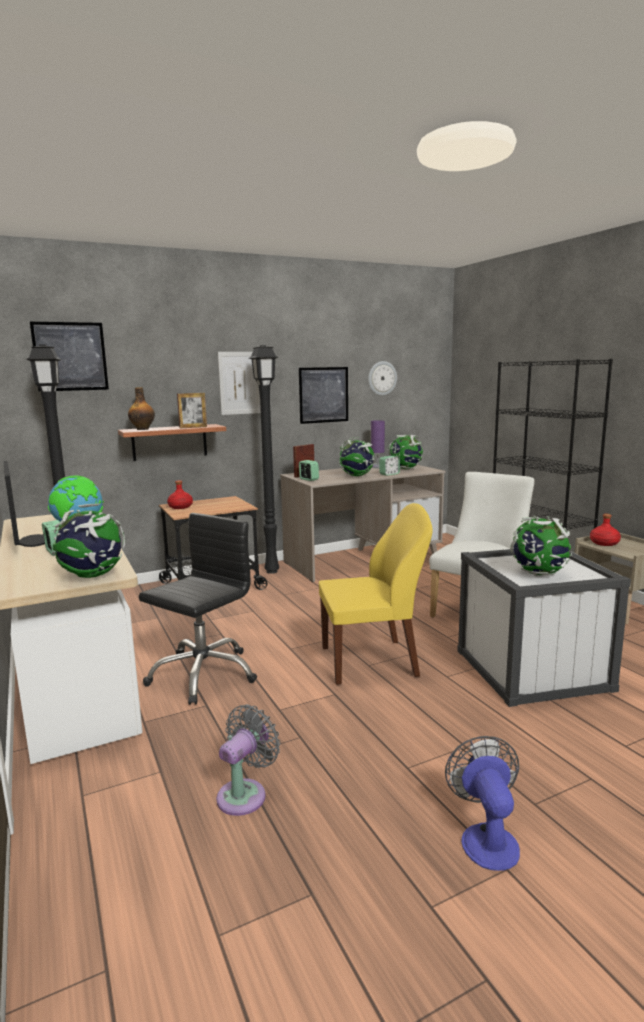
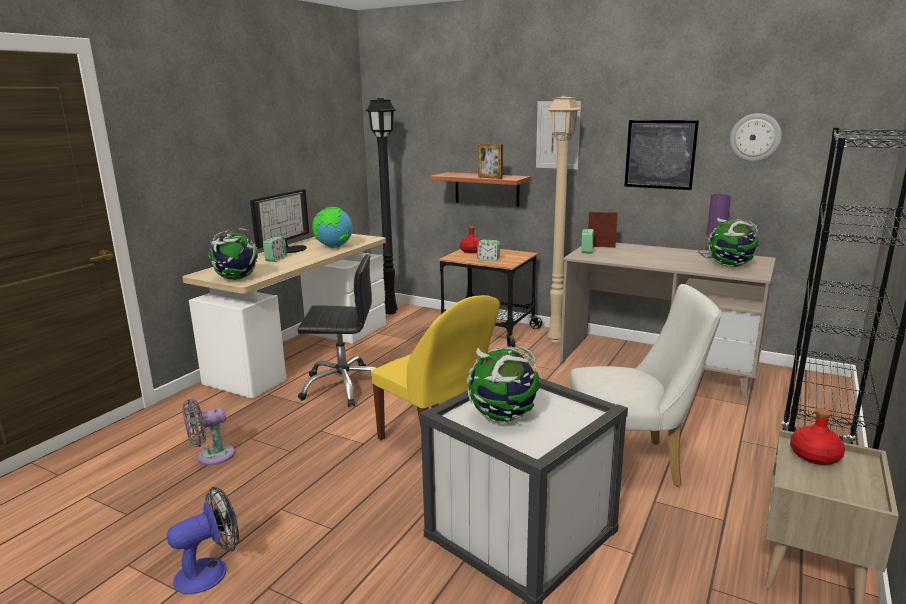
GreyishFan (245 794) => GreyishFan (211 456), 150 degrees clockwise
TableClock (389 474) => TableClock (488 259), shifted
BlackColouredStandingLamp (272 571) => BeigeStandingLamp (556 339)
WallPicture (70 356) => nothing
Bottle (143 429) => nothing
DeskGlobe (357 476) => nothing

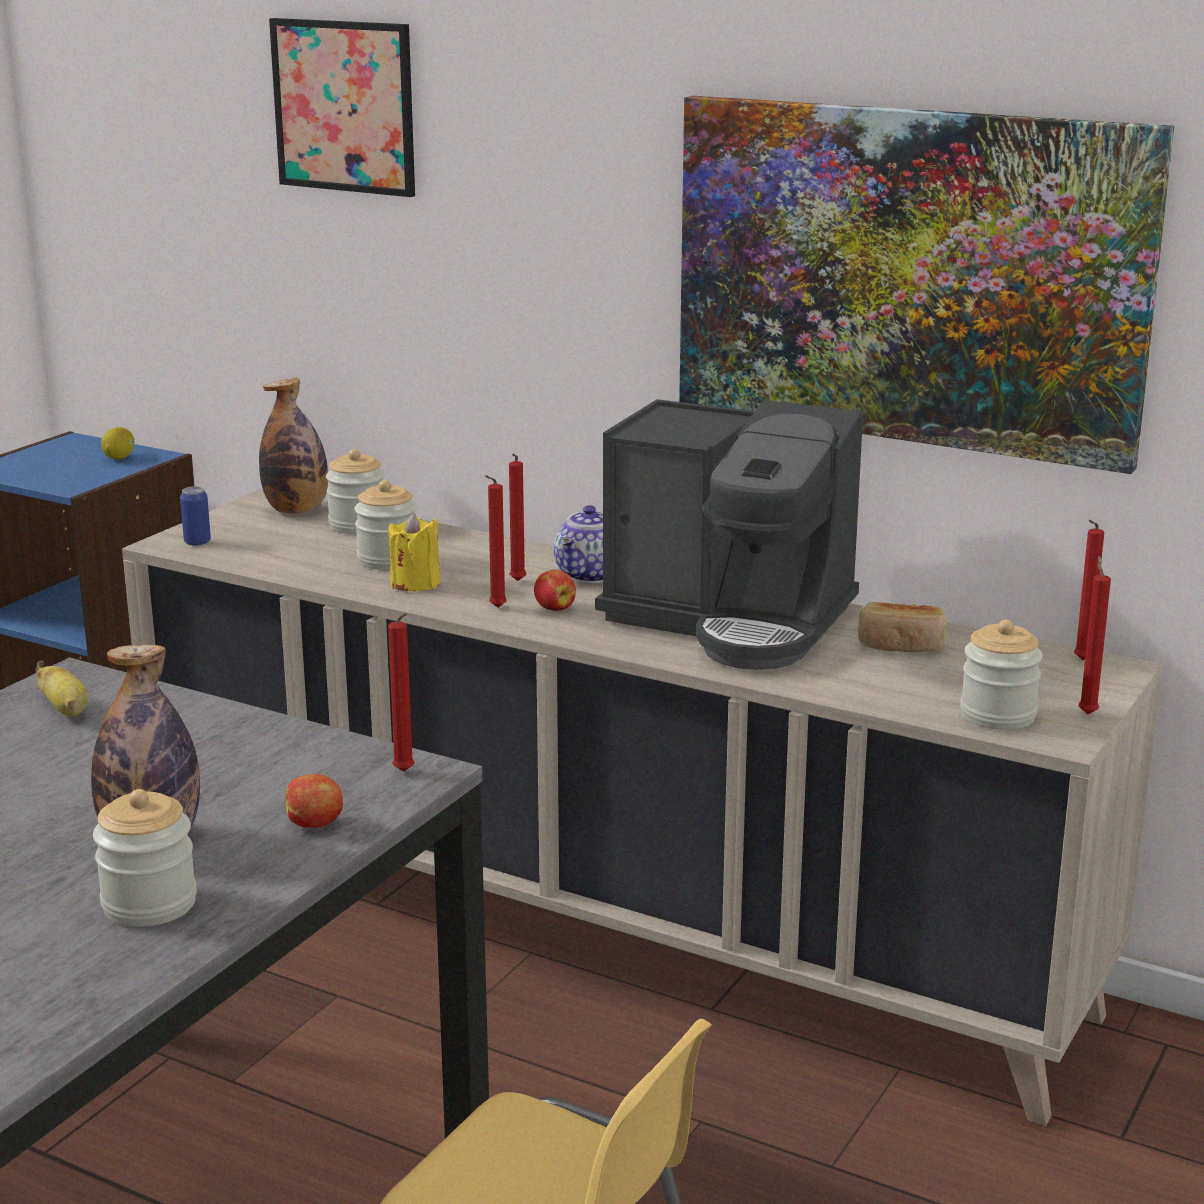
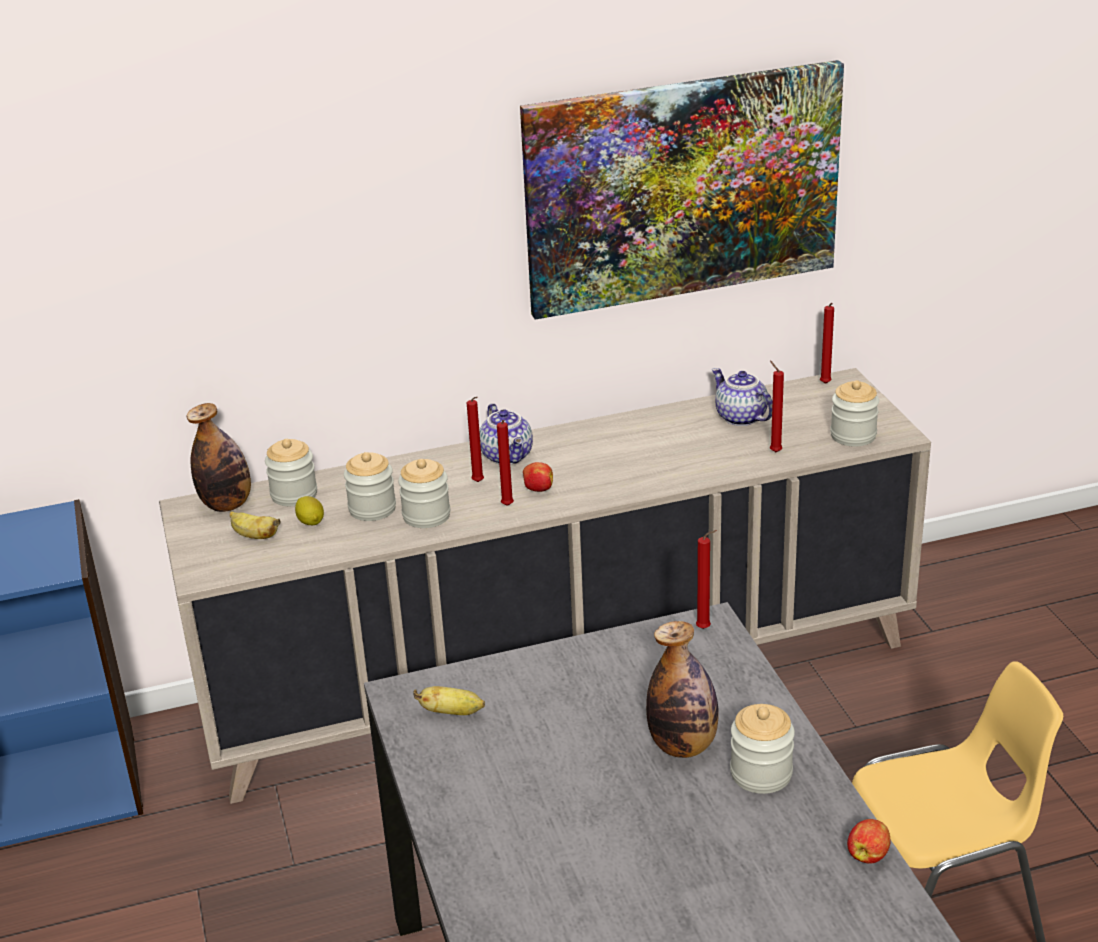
nothing => Banana (254 536)
Lemon (120 457) => Lemon (311 522), shifted
YellowColouredWaxCandle (415 583) => Jar (426 516)
BakedBread (901 645) => PotForTea (739 417)
ReddishWaxCandle (1087 713) => ReddishWaxCandle (774 451), shifted
Apple (315 824) => Apple (868 855), shifted
SealedCan (197 542) => nothing
WallPicture (344 106) => nothing
CoffeeMachine (731 621) => nothing

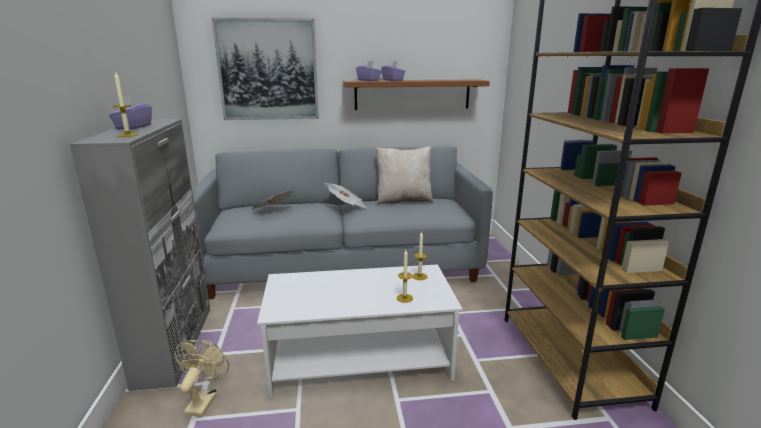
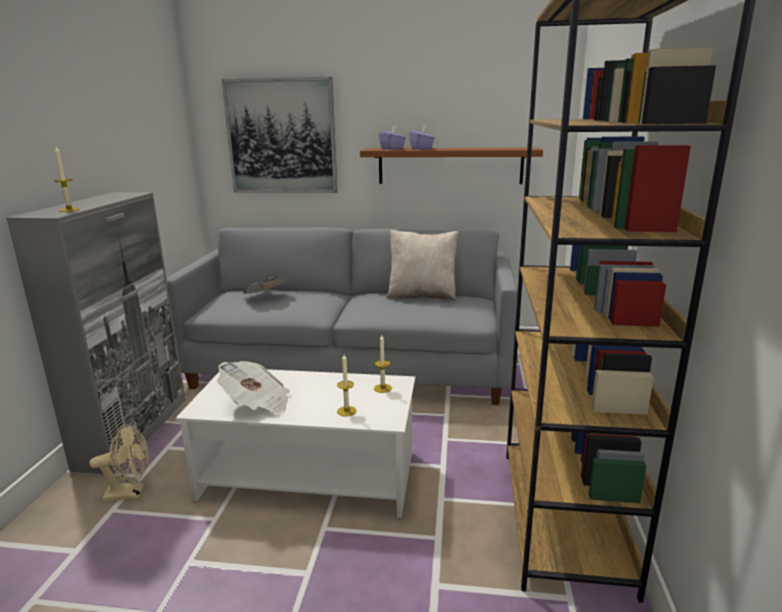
BeigeFan (203 400) => BeigeFan (130 493), 60 degrees clockwise
PrintedPaper (347 206) => PrintedPaper (257 404), shifted
PurplishBoxOfTissues (133 127) => nothing

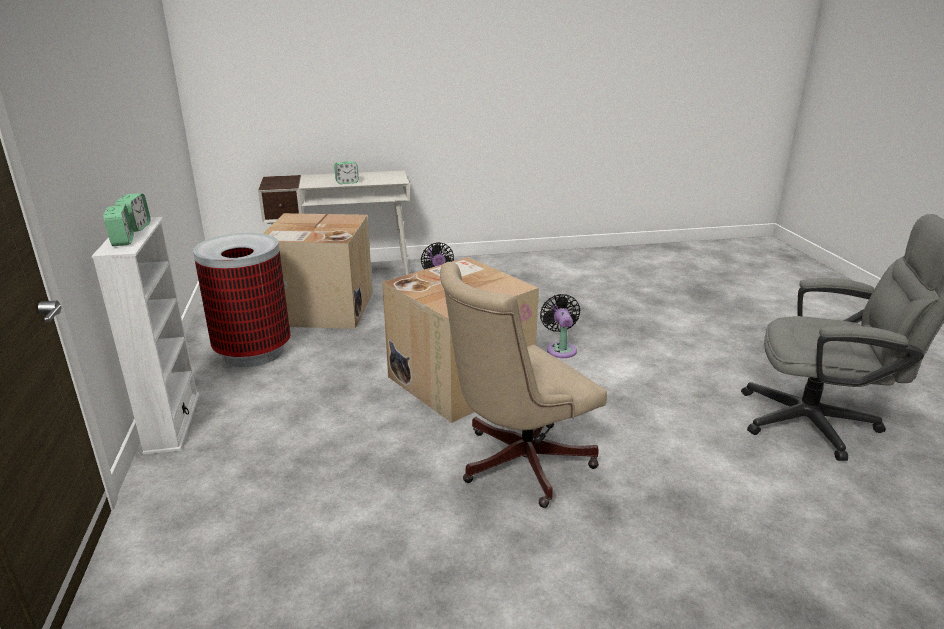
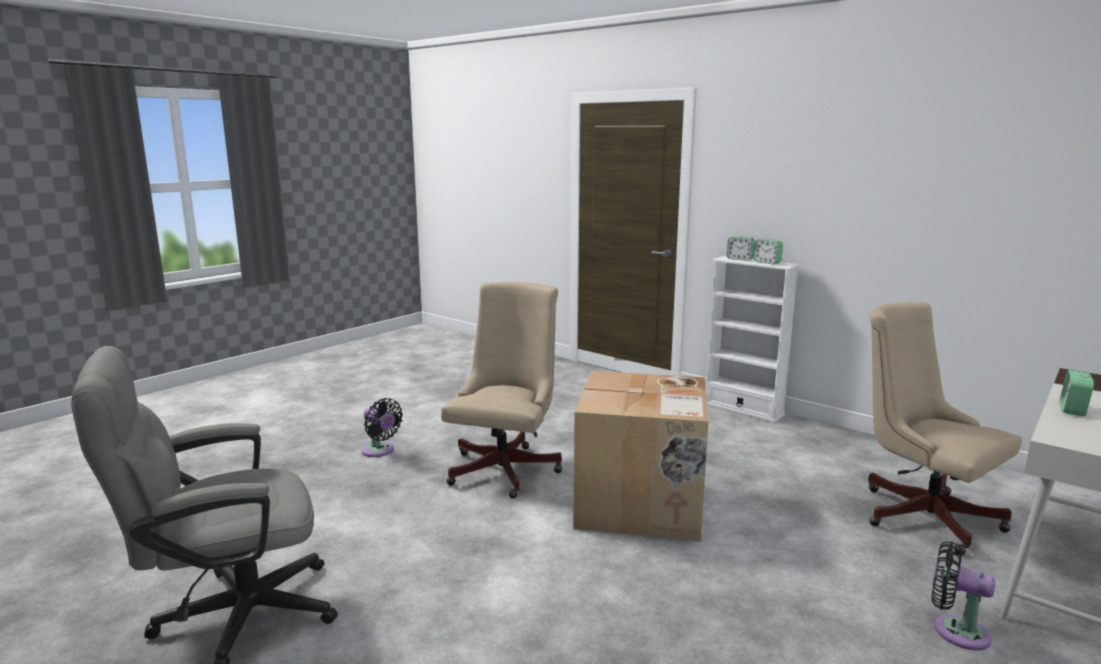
BlackColouredFan (560 349) => BlackColouredFan (380 451), shifted
Carton (320 309) => BeigeOfficeChair (920 513)
RubbishBin (253 352) => nothing

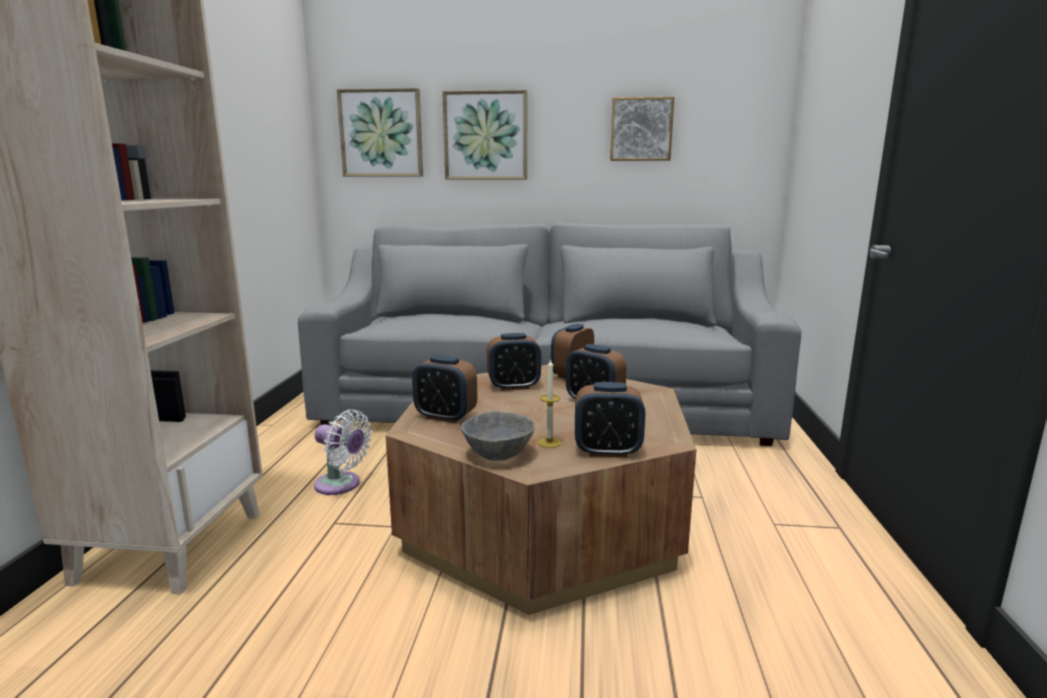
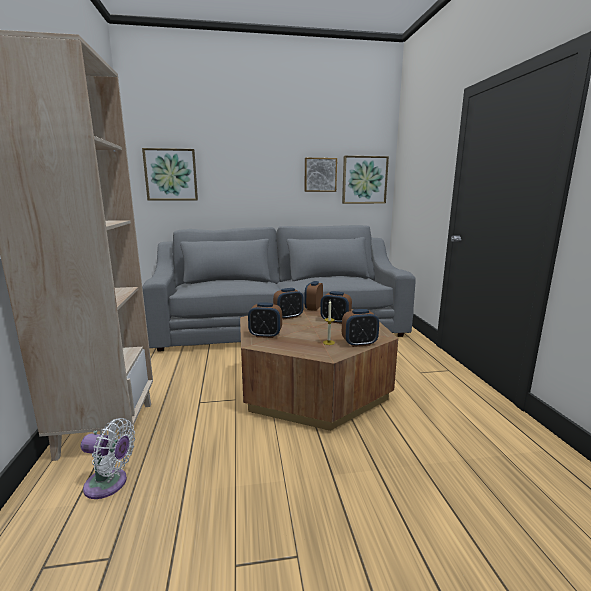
WhiteFan (341 485) => WhiteFan (109 484), shifted
WallPicture (486 136) => WallPicture (364 180), shifted
GreyishBowl (498 455) => nothing

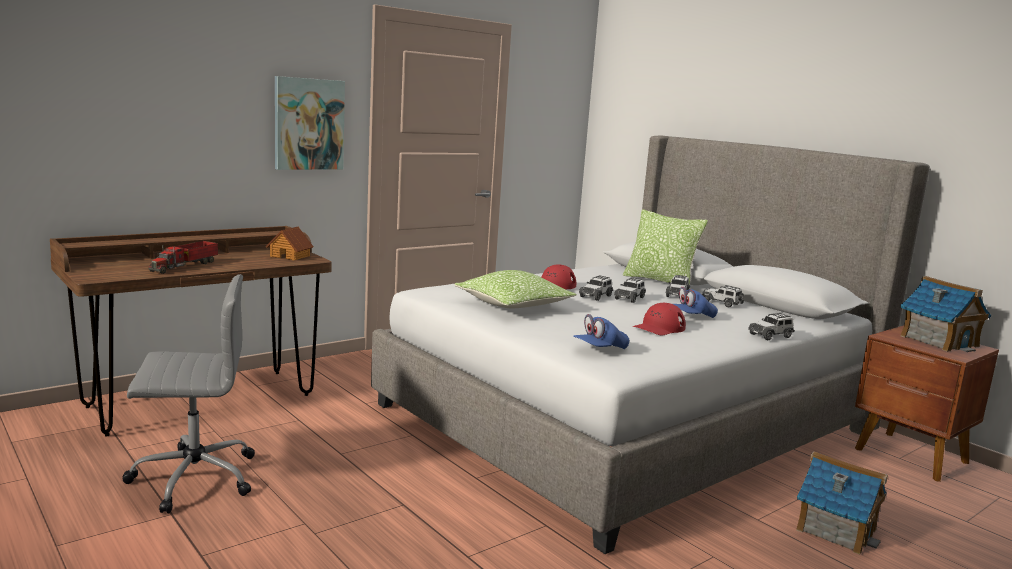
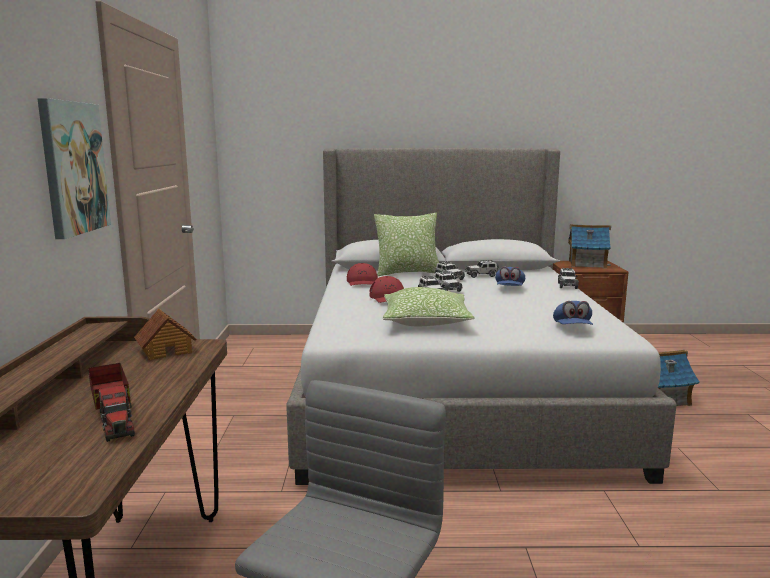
ReddishCap (659 328) => ReddishCap (362 282), shifted

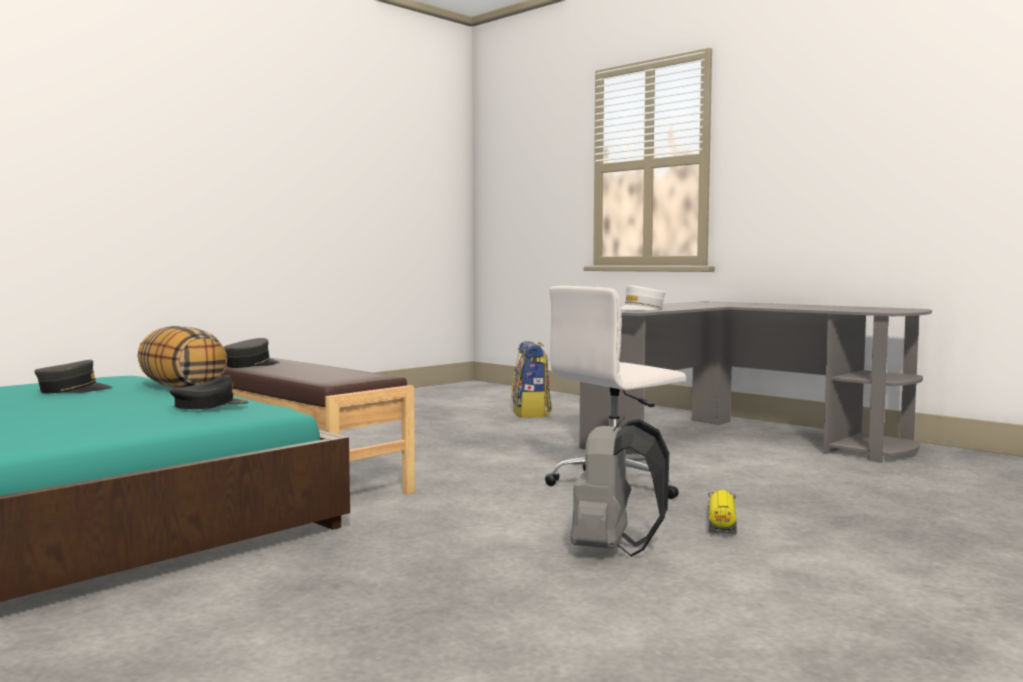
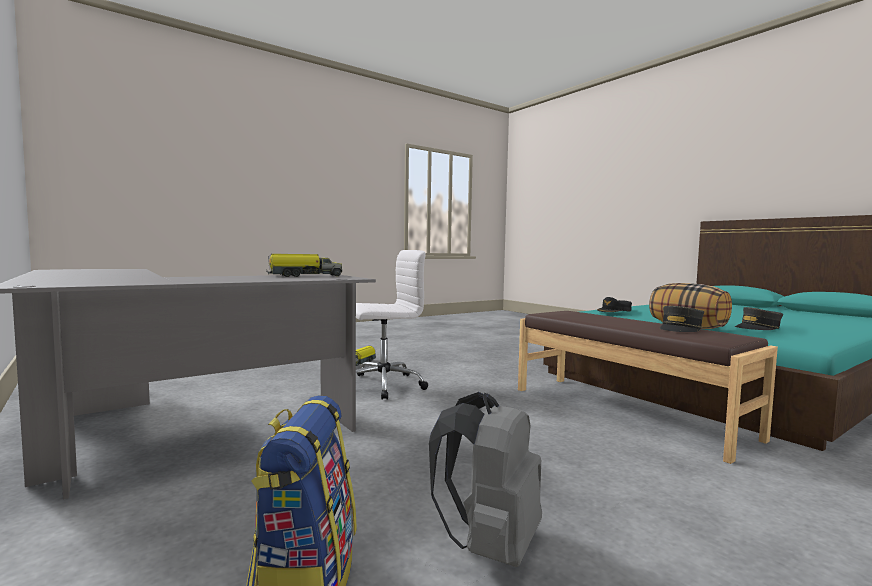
WhiteCap (641 309) => ModelTruck (304 276)
GreyishBackpack (613 550) => GreyishBackpack (490 545), shifted

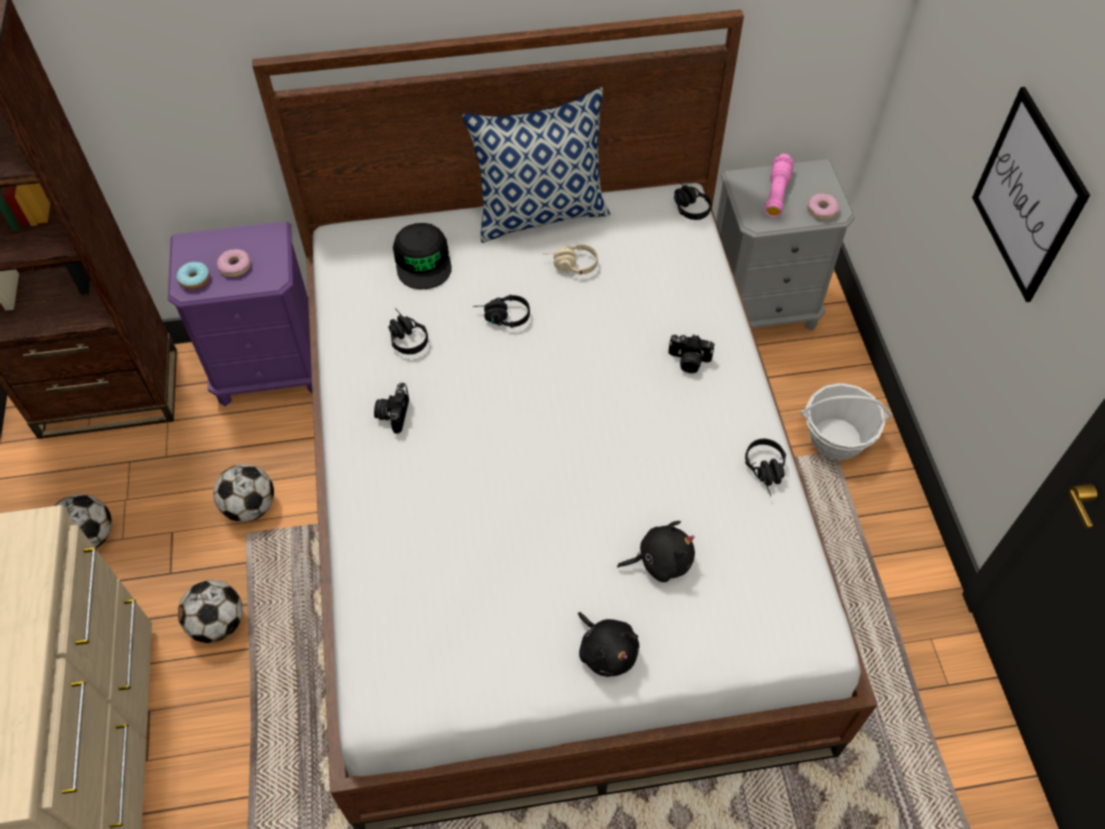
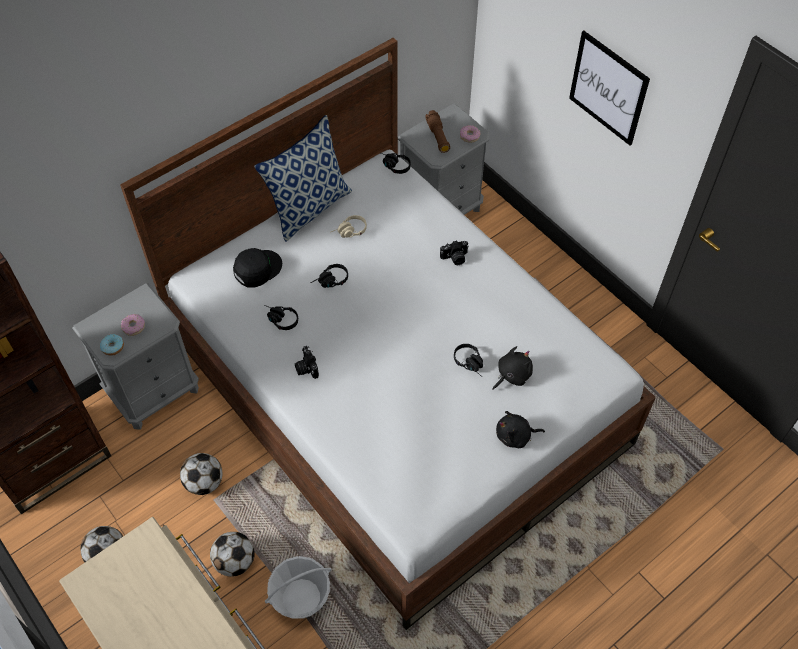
PurplishNightstand (270 370) => GreyishNightstand (155 391)
BlackColouredCap (423 261) => BlackColouredCap (257 269), 90 degrees counterclockwise
HouseholdBasket (836 439) => HouseholdBasket (301 598), shifted
PinkishFlashlight (776 193) => BrownishFlashlight (438 136)
BlackColouredPairOfHeadphones (767 473) => BlackColouredPairOfHeadphones (471 364), shifted
BlackColouredSoftToy (606 651) => BlackColouredSoftToy (515 436), 150 degrees clockwise

